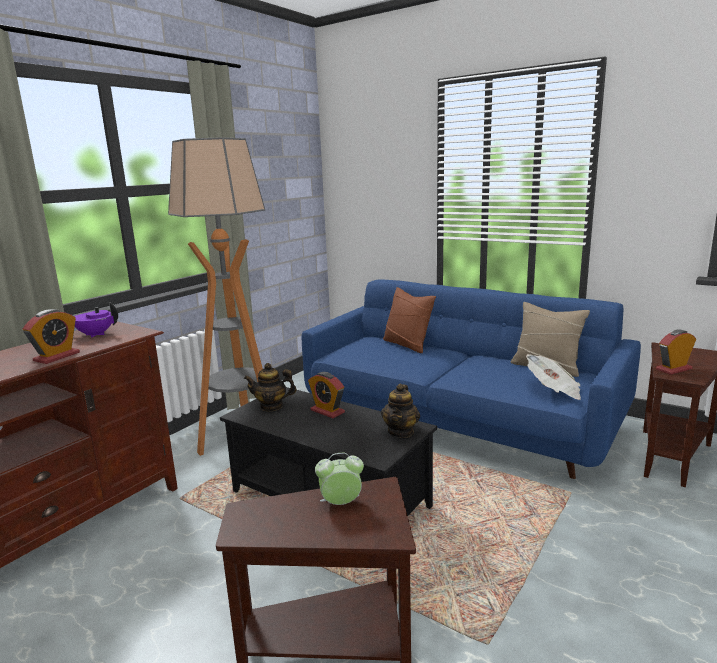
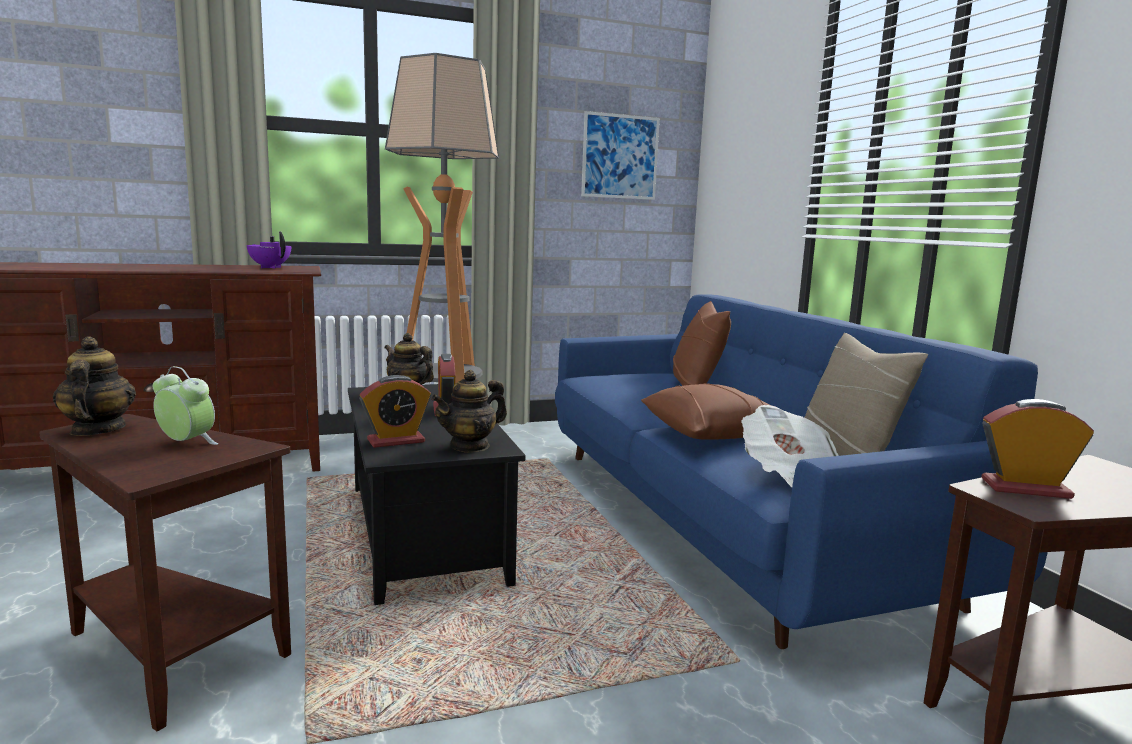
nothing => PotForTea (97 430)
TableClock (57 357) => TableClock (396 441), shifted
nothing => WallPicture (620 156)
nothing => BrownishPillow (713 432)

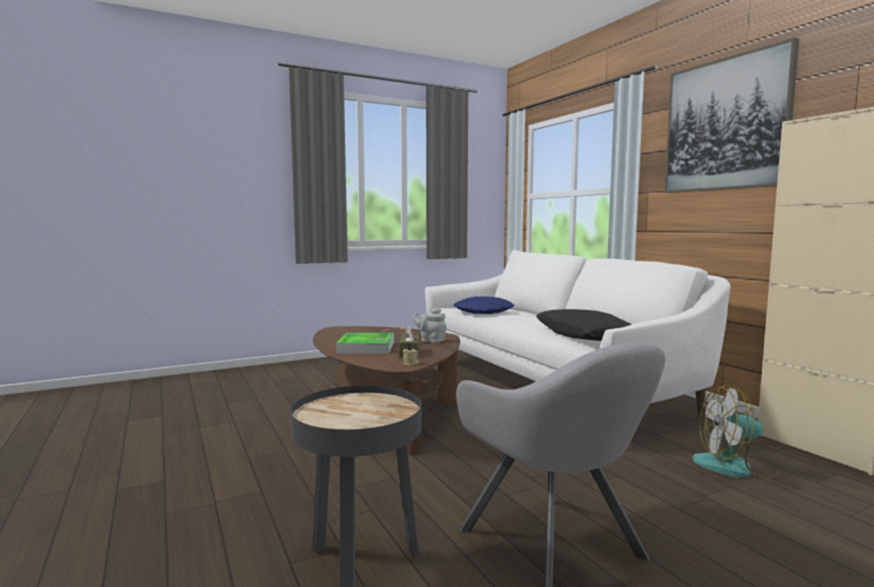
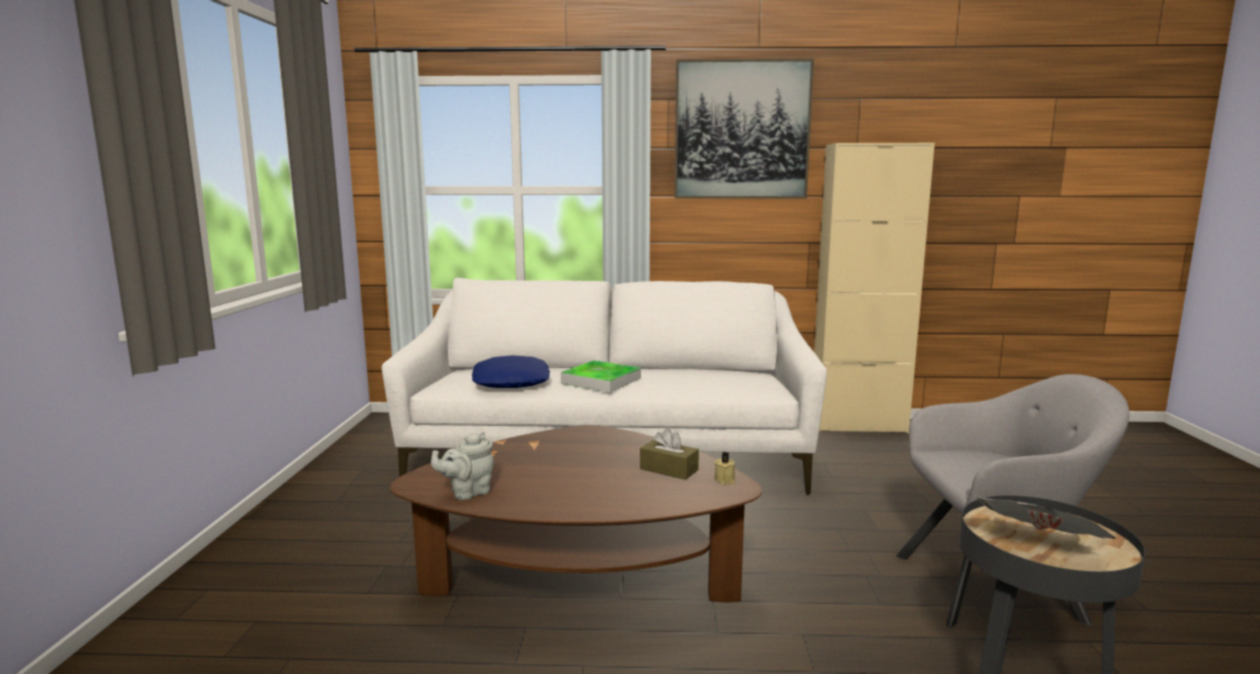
GreyishPotForTea (430 341) => GreyishPotForTea (467 492), shifted
ServingTray (366 347) => ServingTray (601 381), shifted
nothing => PrintedPaper (1038 549)
BlackColouredPillow (584 336) => nothing
Fan (735 467) => nothing

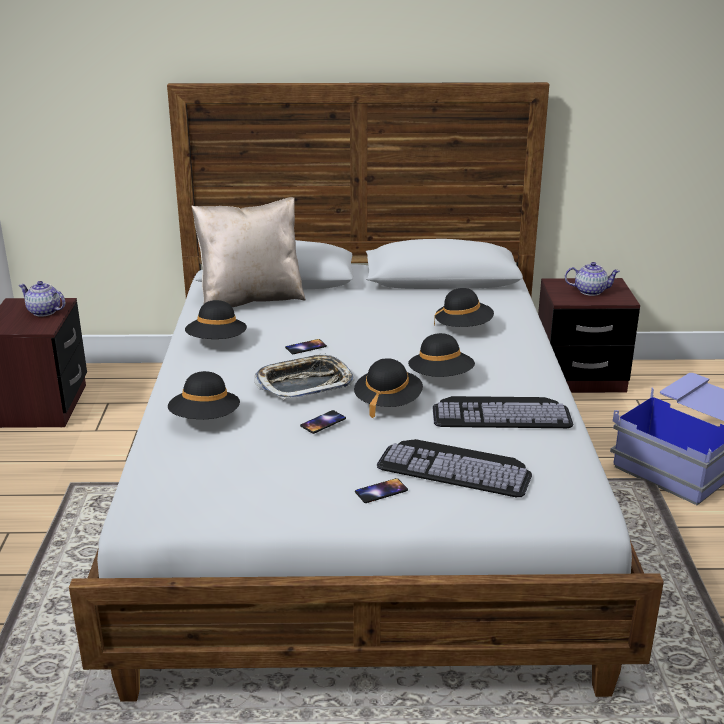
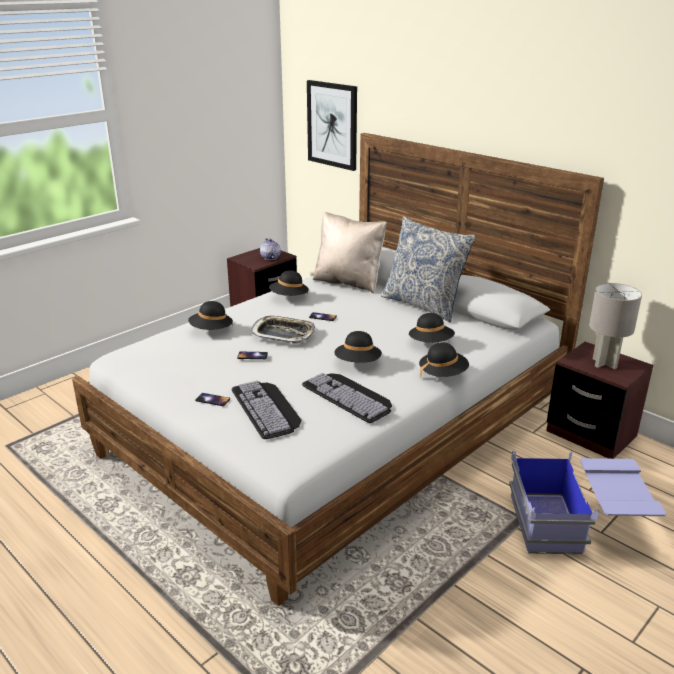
nothing => WallPicture (332 125)
nothing => Pillow (423 305)
BlackColouredHat (388 402) => BlackColouredHat (443 374), shifted
PotForTea (589 291) => GreyishLampForATable (604 363)

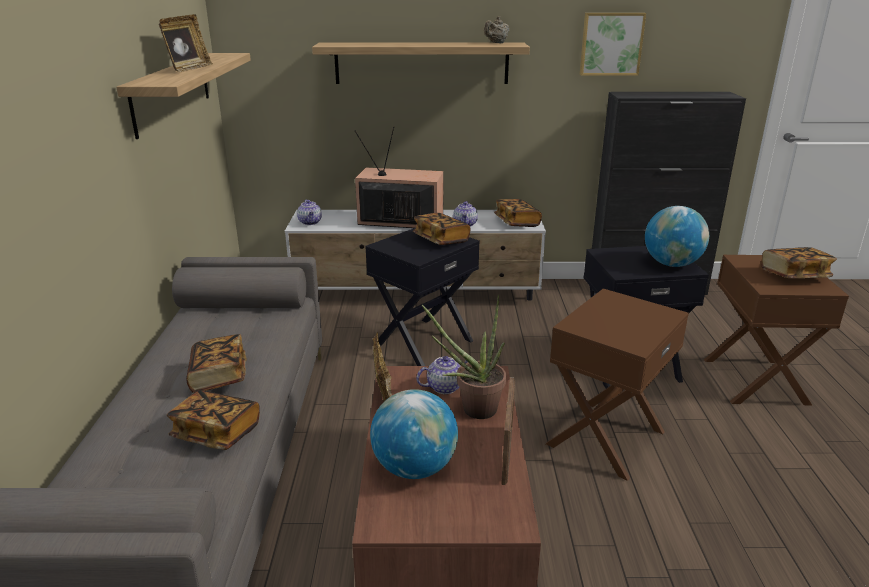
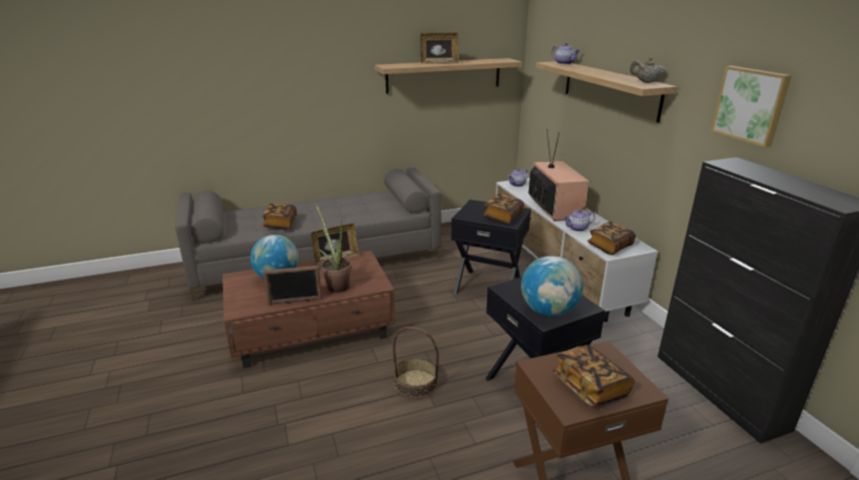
BrownishAccentTable (604 437) => HouseholdBasket (416 383)
PotForTea (445 387) => PotForTea (564 63), shifted
BoundBook (219 376) => nothing

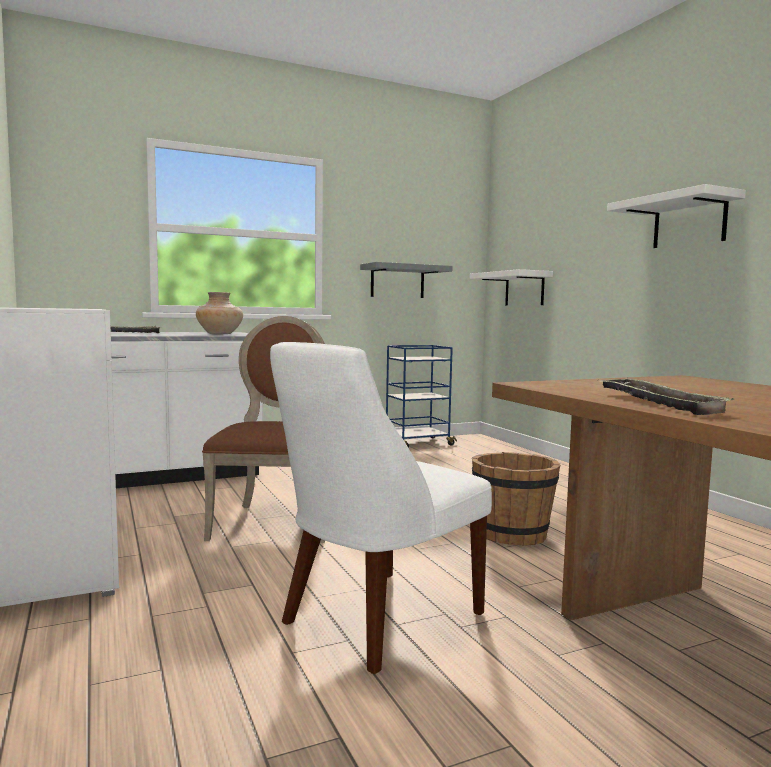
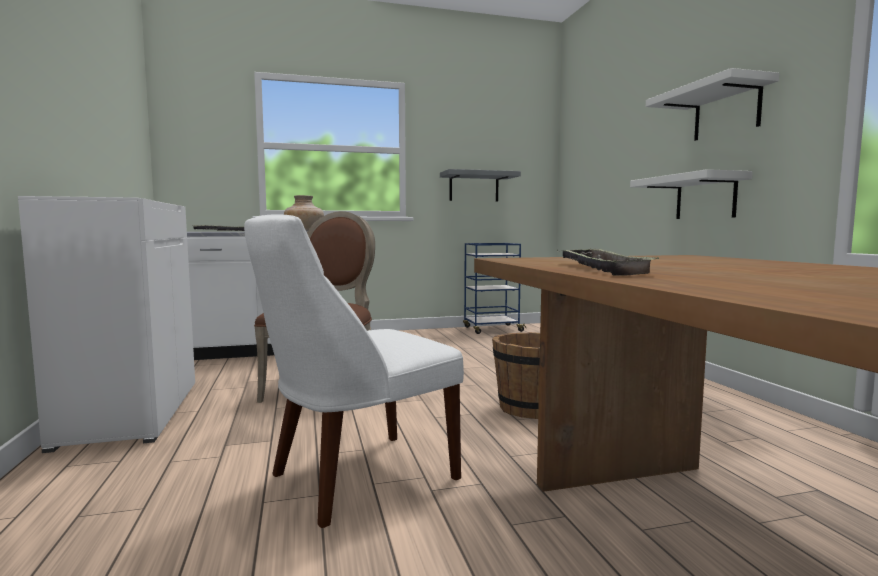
WhiteBracketShelf (524 289) => WhiteBracketShelf (705 197), shifted

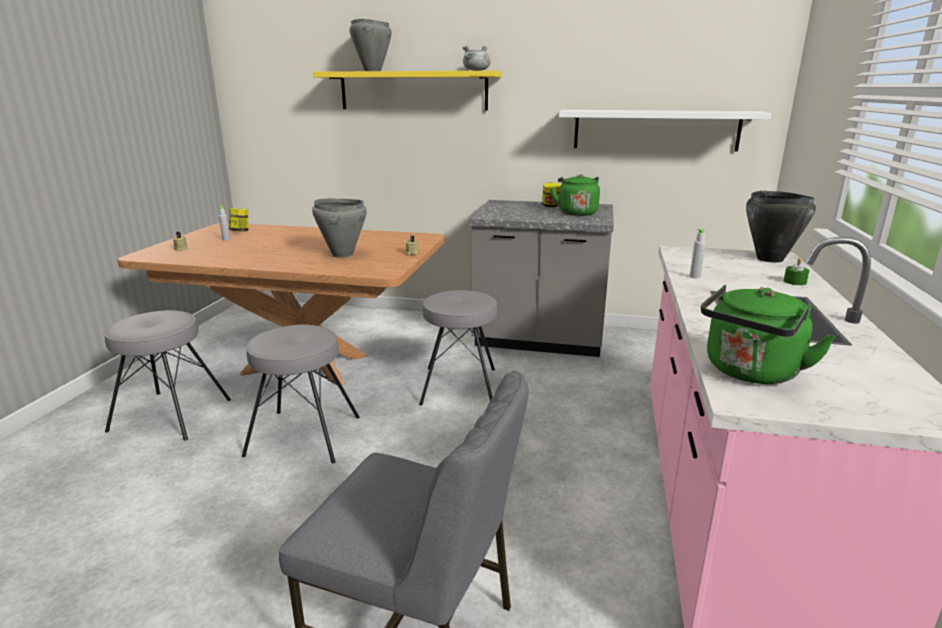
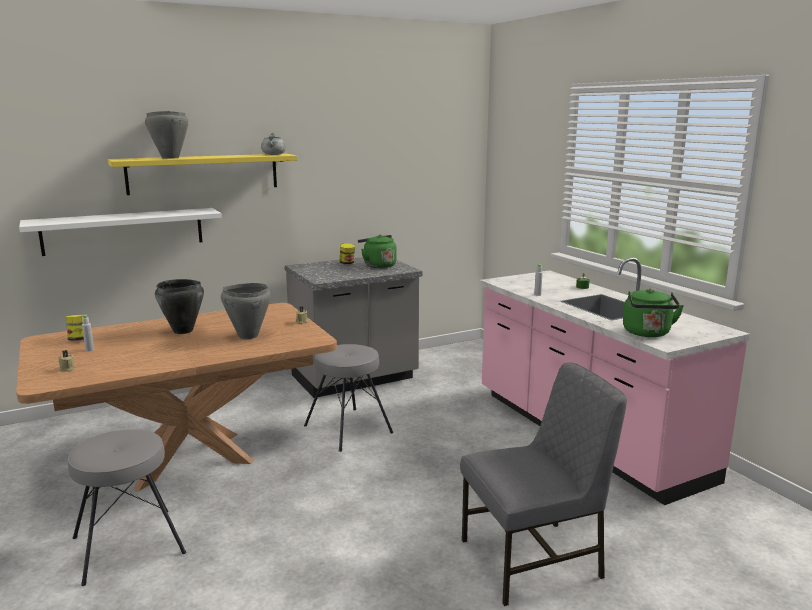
WhiteBracketShelf (655 130) => WhiteBracketShelf (124 231), shifted
BlackColouredSaucepot (769 259) => BlackColouredSaucepot (183 331), shifted
GreyishSittingStool (303 436) => nothing

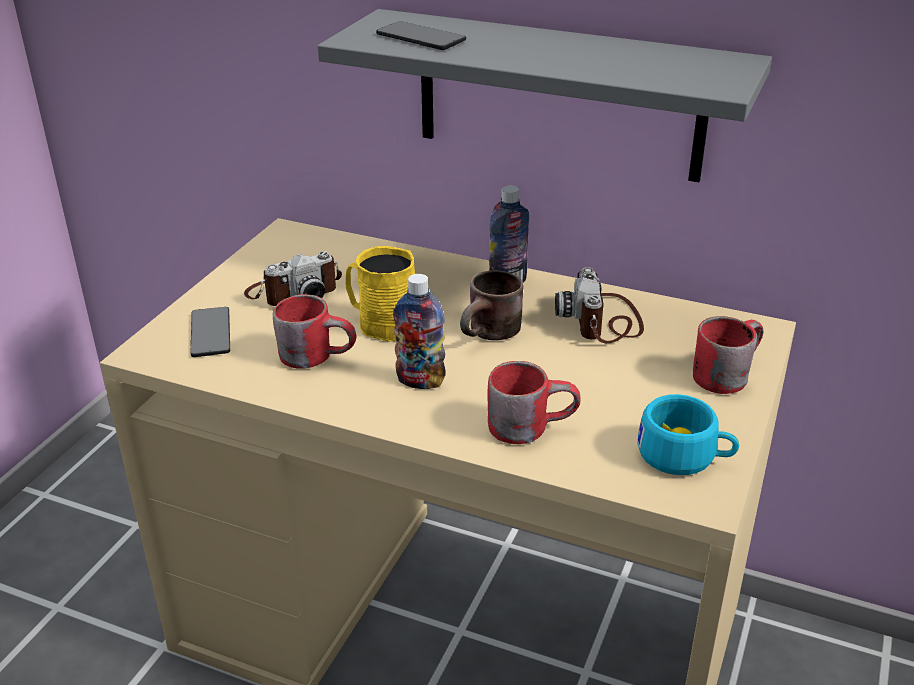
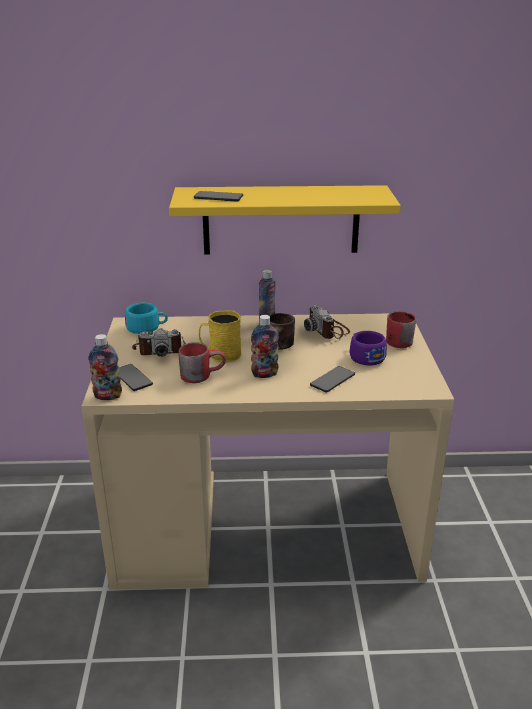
nothing => Bottle (108 396)
TurquoiseCup (685 456) => TurquoiseCup (147 328), shifted
StillCamera (294 291) => StillCamera (159 349), 45 degrees clockwise
GreyishBracketShelf (559 96) => YellowColouredBracketShelf (281 220)
ReddishCoffeeMug (529 425) => Phone (332 380)
nothing => PurplishCup (364 356)

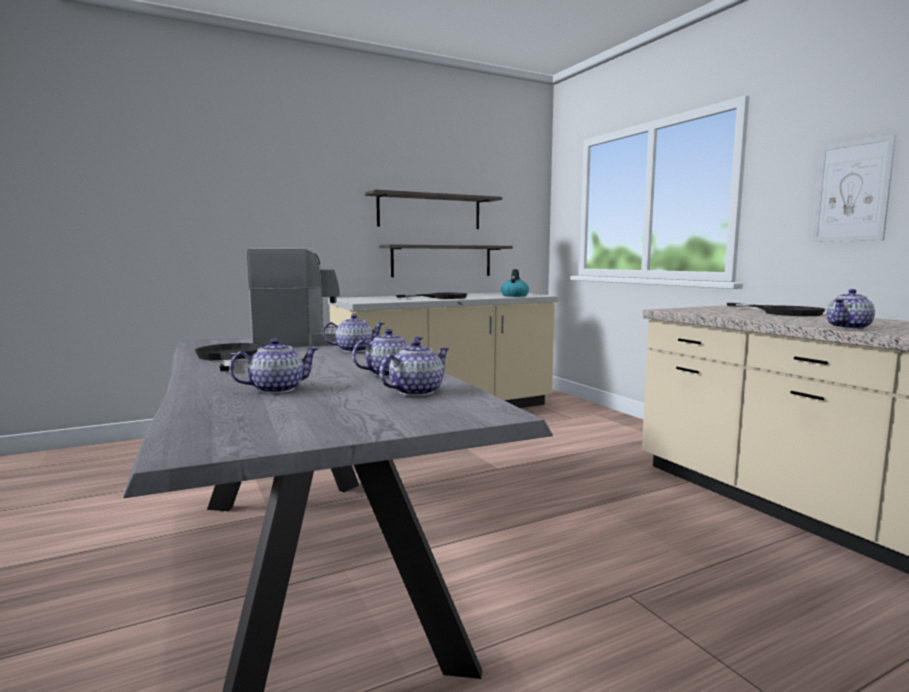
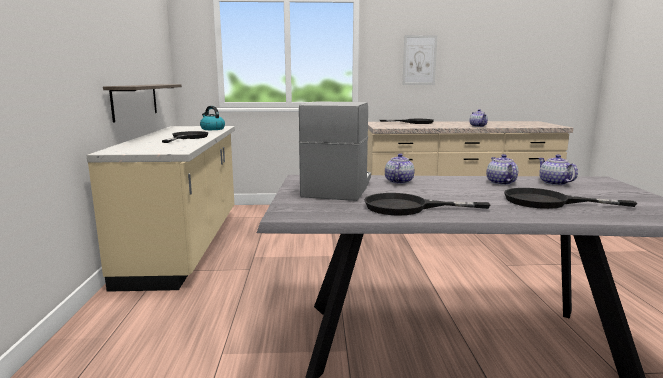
PotForTea (276 389) => BlackColouredFryingPan (548 202)
BracketShelf (429 212) => nothing

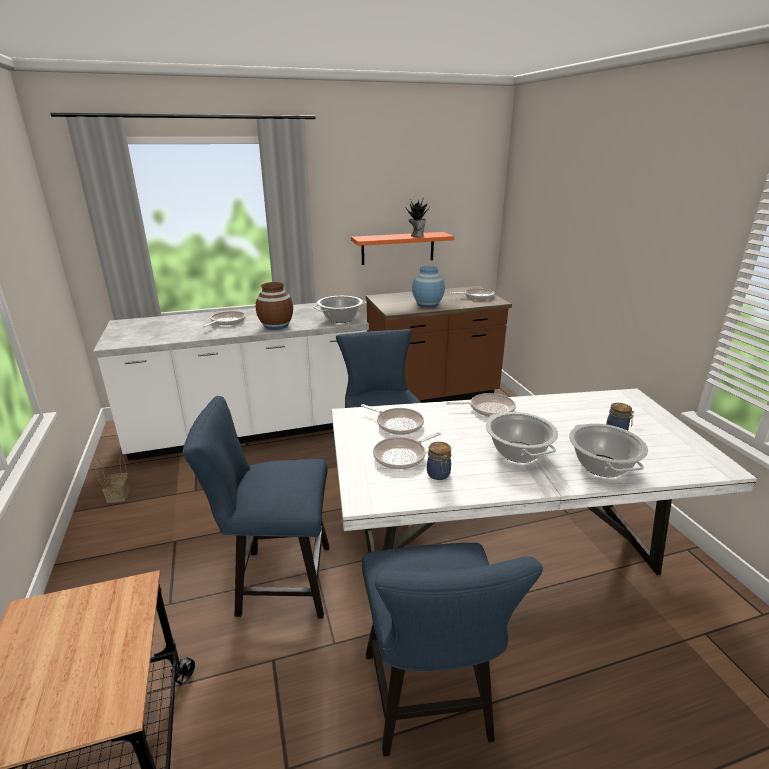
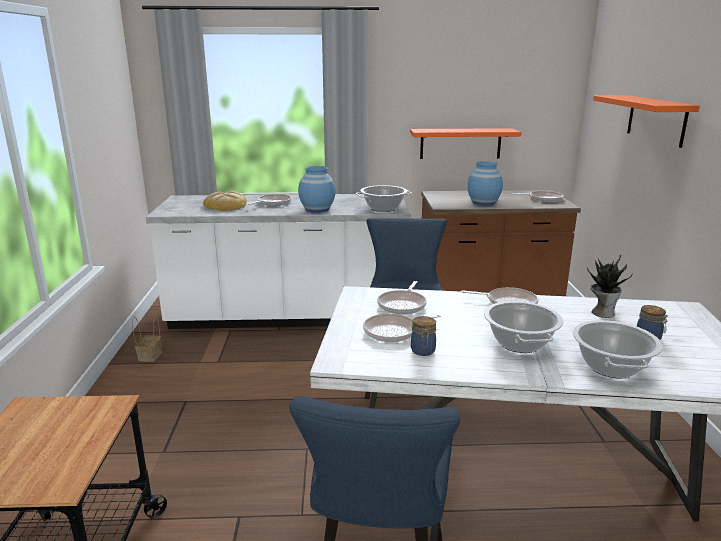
nothing => BakedBread (226 205)
BrownishVase (276 325) => BlueColouredVase (317 209)
FryingPan (397 424) => FryingPan (403 305), 60 degrees clockwise
Houseplant (416 236) => Houseplant (602 312), shifted
nothing => OrangeyBracketShelf (656 120)
BlueColouredUprightChair (276 581) => nothing

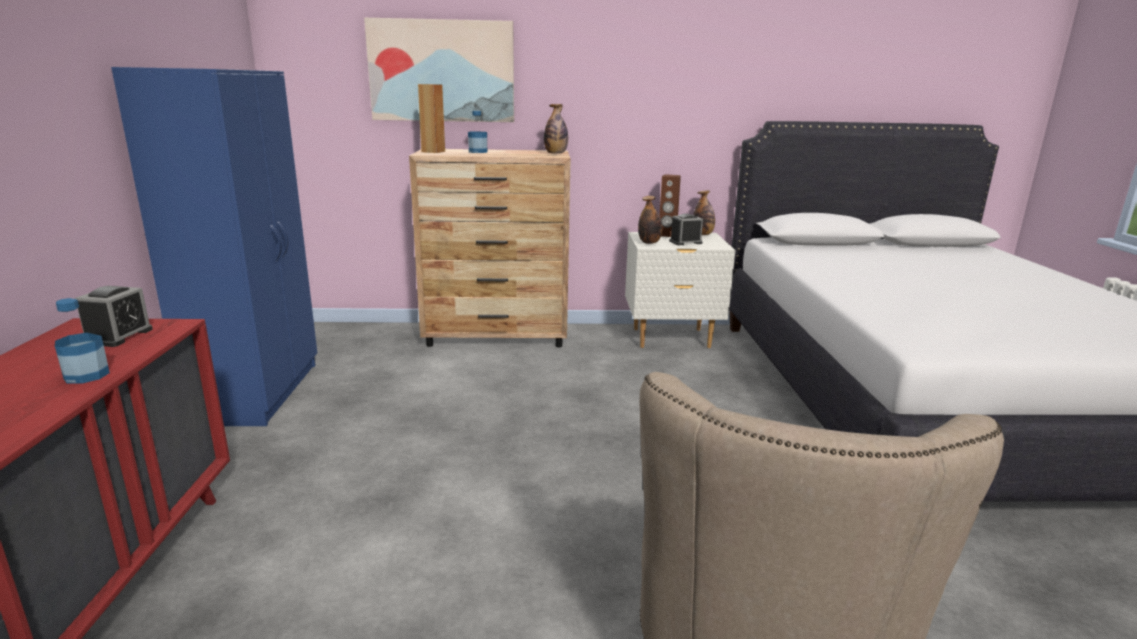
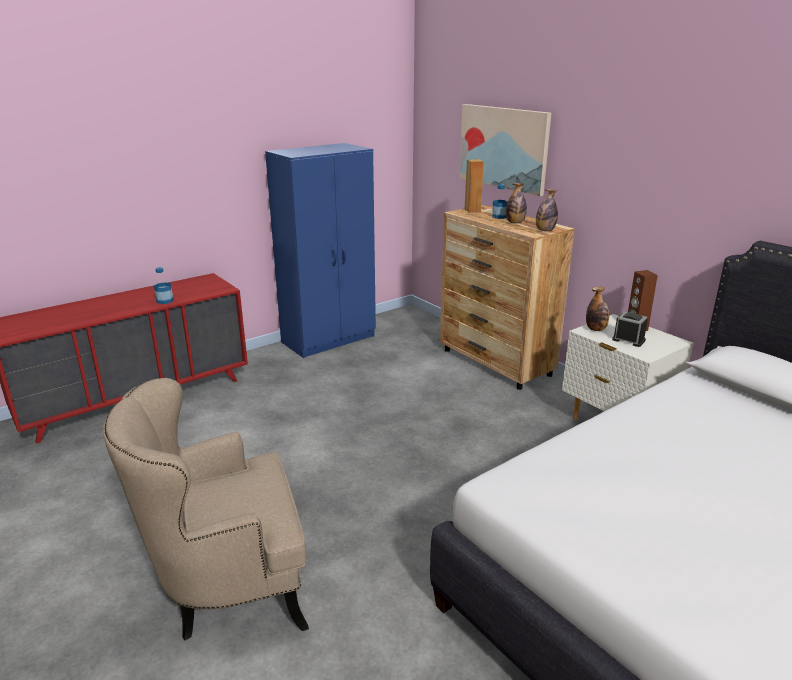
Bottle (703 234) => Bottle (515 223), shifted
TableClock (119 336) => nothing

